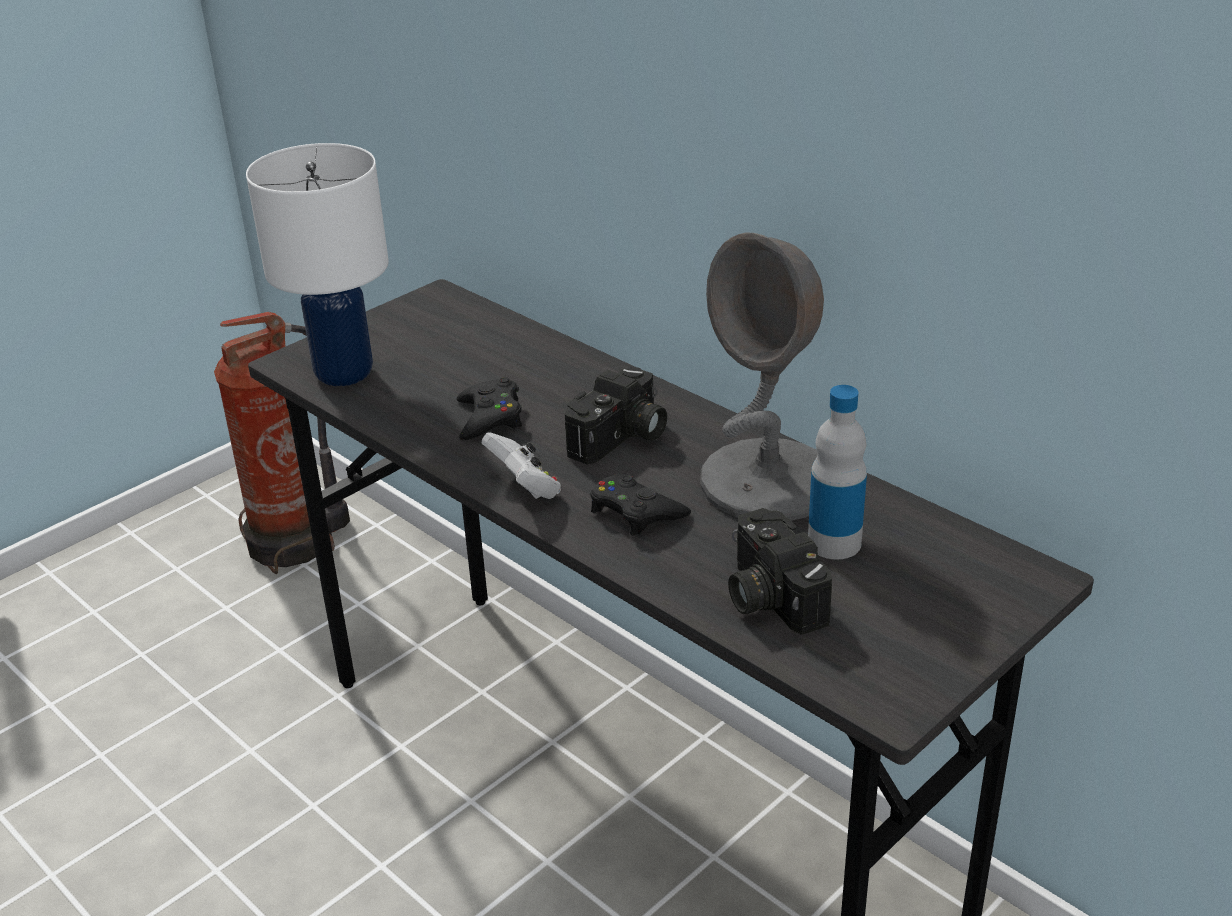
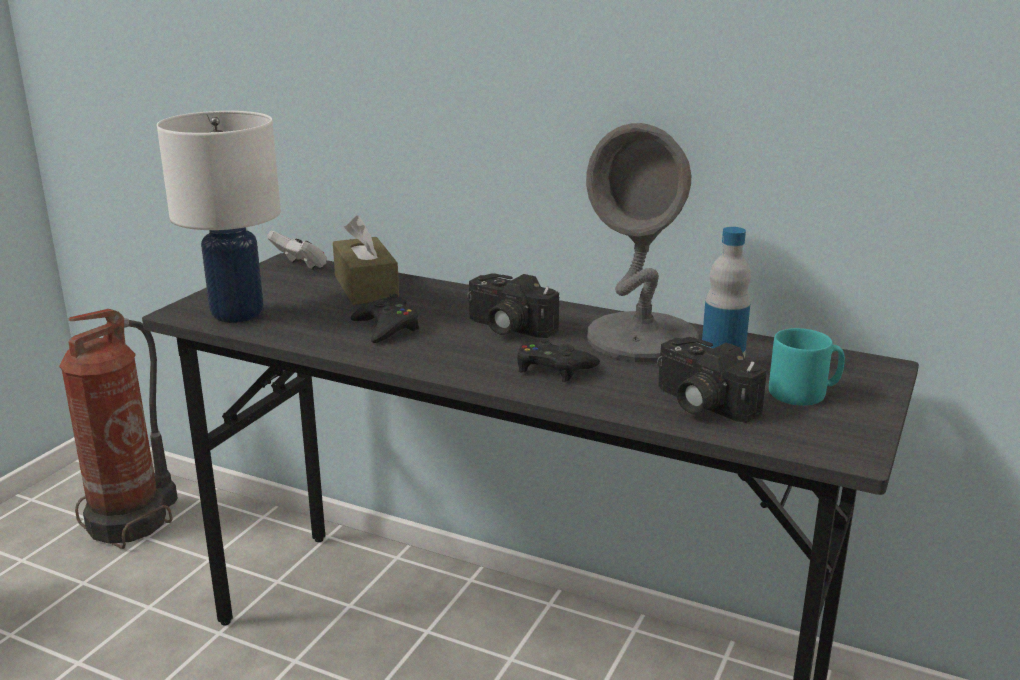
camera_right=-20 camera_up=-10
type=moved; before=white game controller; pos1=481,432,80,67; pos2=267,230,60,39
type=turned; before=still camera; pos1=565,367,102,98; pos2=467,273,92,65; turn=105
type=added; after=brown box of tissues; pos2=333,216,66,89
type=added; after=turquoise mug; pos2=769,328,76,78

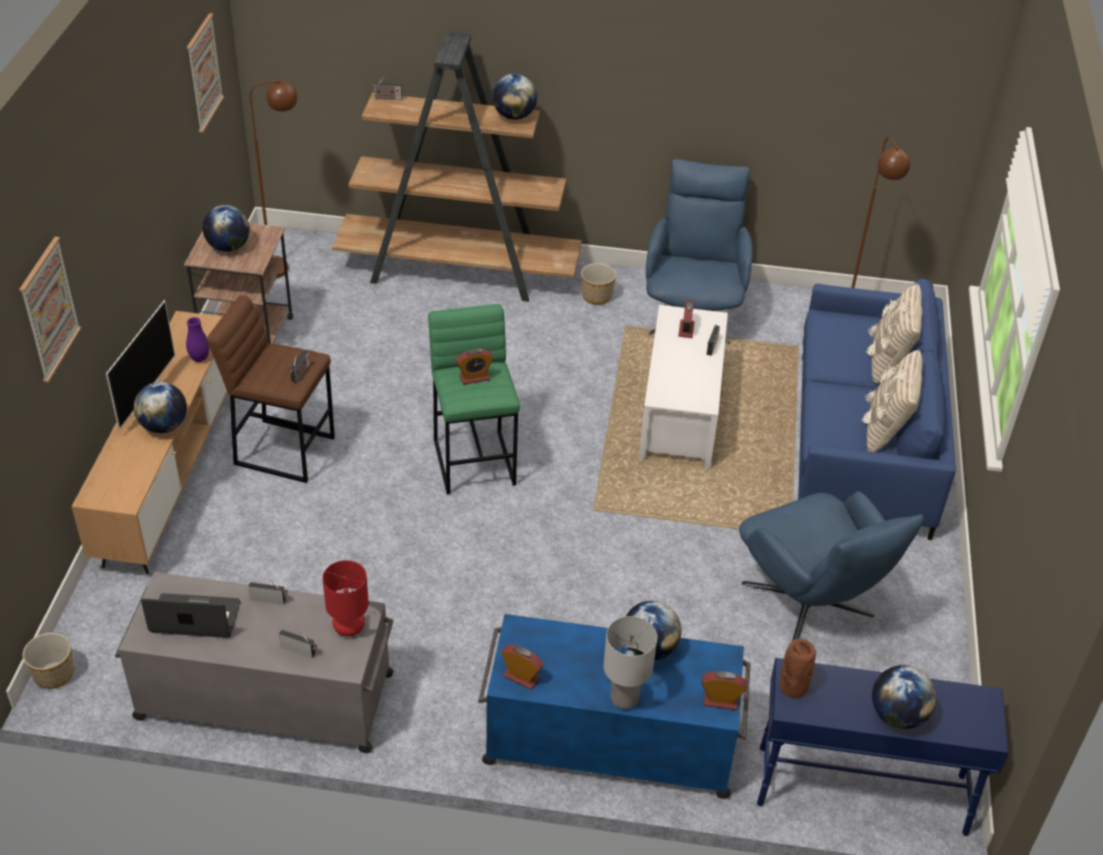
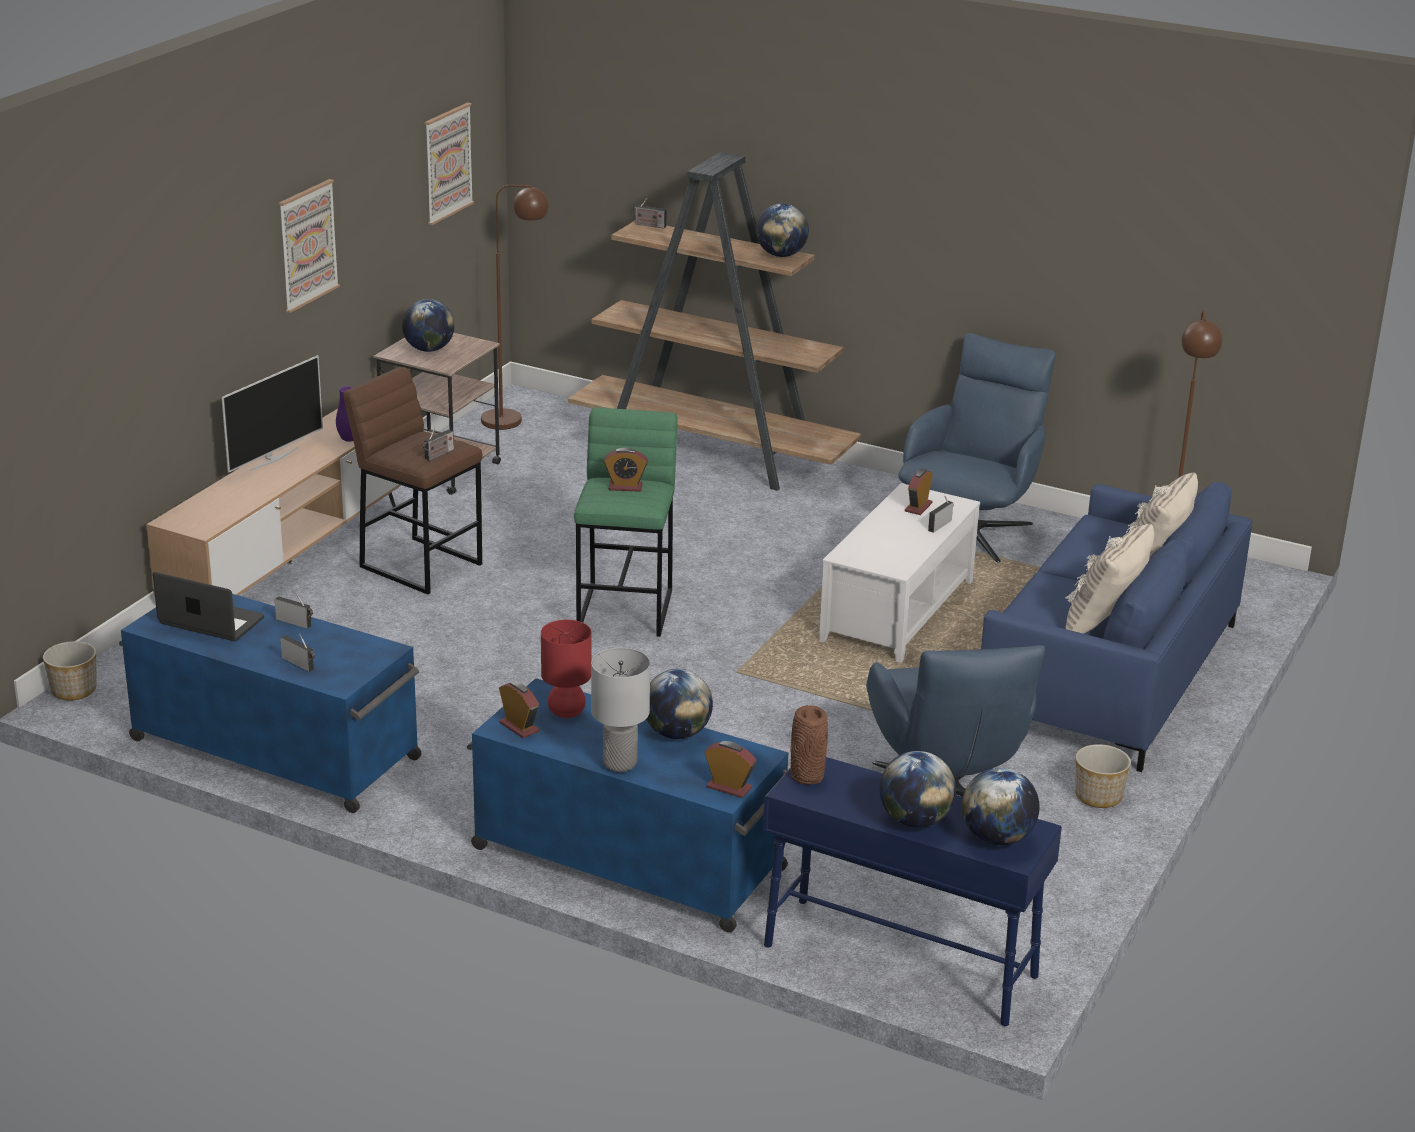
camera_right=20 camera_up=-15
type=moved; before=wall picture; pos1=19,237,62,146; pos2=278,179,62,134
type=recoloured; before=gray storage cabinet; after=blue storage cabinet; pos1=115,572,278,181; pos2=119,594,303,219
type=moved; before=world globe; pos1=134,382,53,51; pos2=962,768,78,77
type=moved; before=red tabletop lamp; pos1=322,560,47,77; pos2=541,620,51,98
type=moved; before=planter; pos1=581,263,35,42; pos2=1075,744,56,64

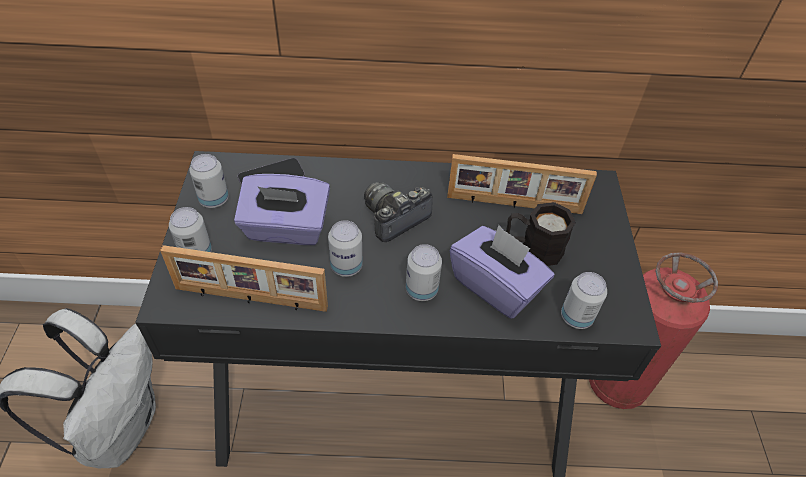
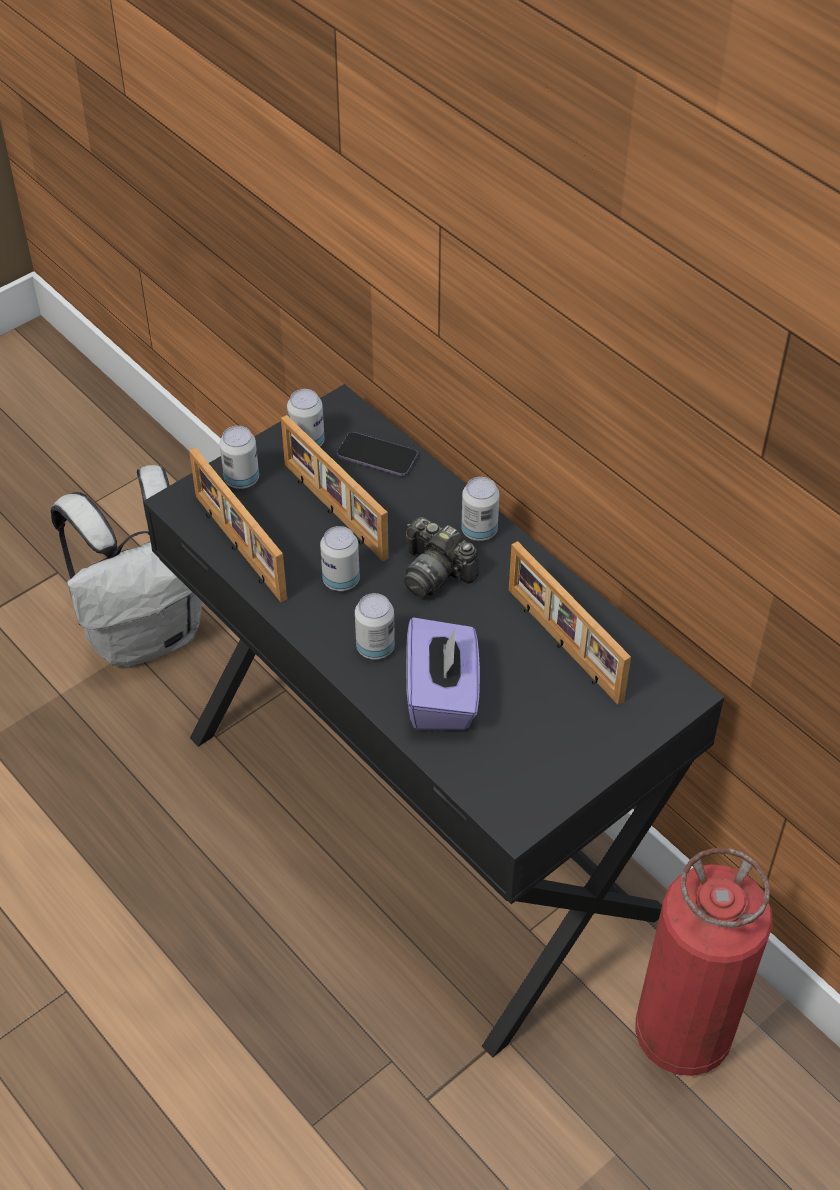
camera_right=50 camera_up=0
type=replaced; before=purplish box of tissues; after=picture frame; pos1=234,174,96,71; pos2=281,415,108,146
type=turned; before=still camera; pos1=364,182,69,61; pos2=404,517,75,81; turn=-150
type=removed; before=black mug; pos1=506,202,70,64
type=moved; before=sealed can; pos1=561,272,46,57; pos2=461,477,38,64

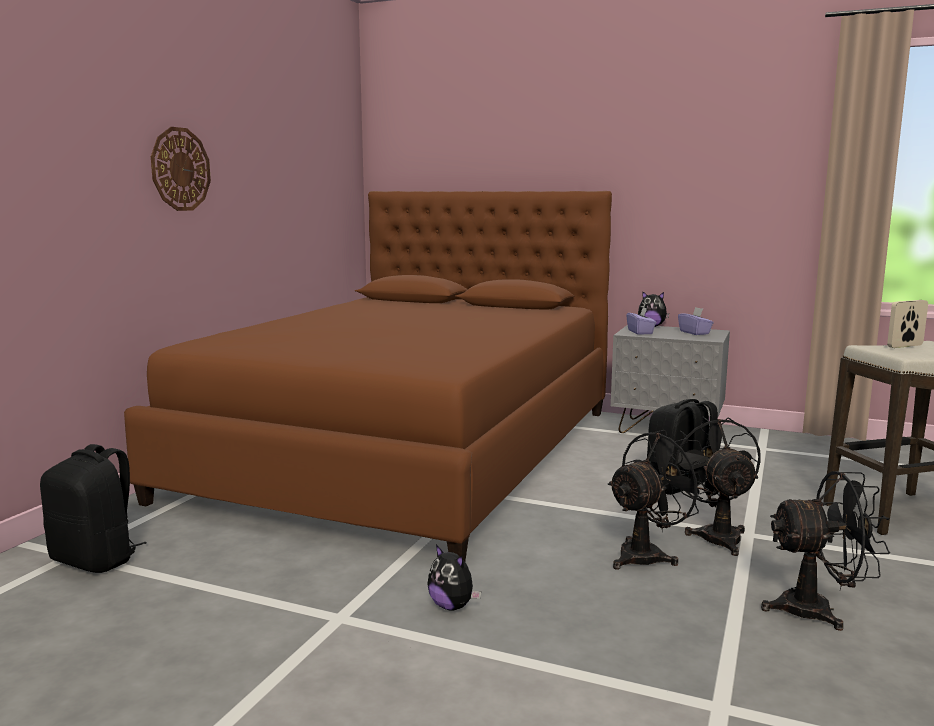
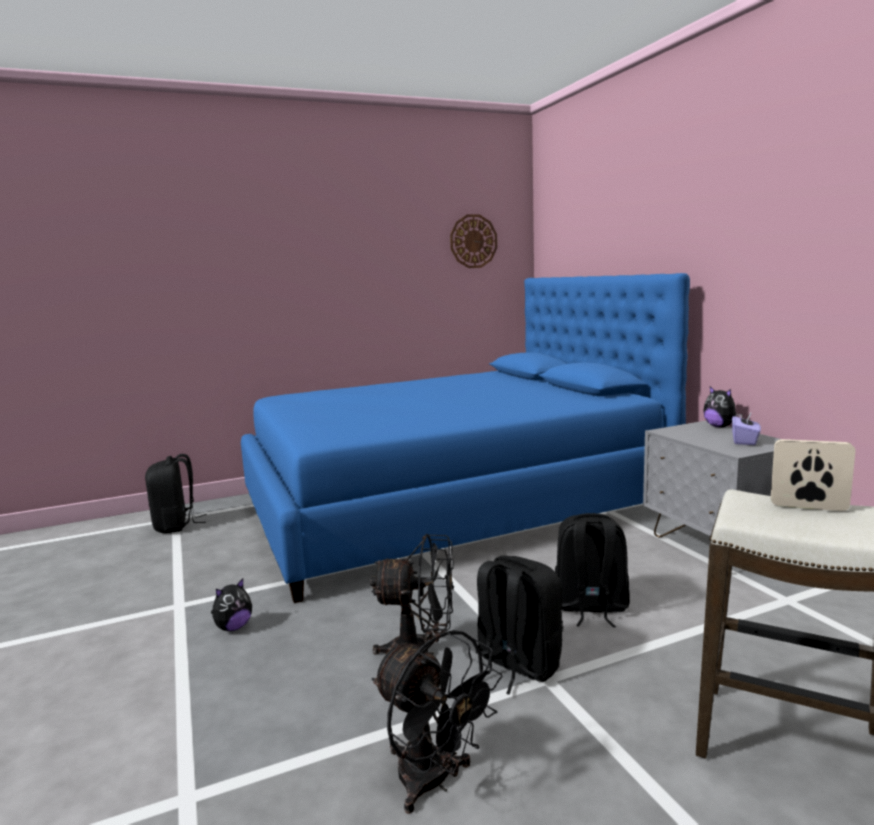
camera_right=45 camera_up=0
type=recoloured; before=brown bedroom bed; after=blue bedroom bed; pos1=124,191,488,370; pos2=241,273,449,330
type=moved; before=wall clock; pos1=151,127,60,84; pos2=450,214,47,54
type=turned; before=cuddly toy; pos1=427,545,54,66; pos2=211,578,41,53; turn=-135
type=removed; before=purplish box of tissues; pos1=626,307,30,28
type=replaced; before=black cooling fan; after=black rucksack; pos1=671,417,90,139; pos2=476,556,87,139

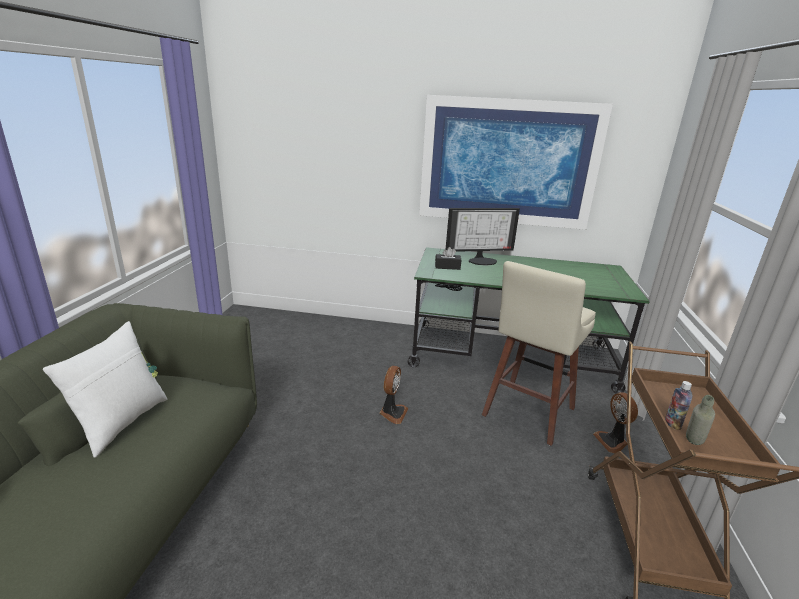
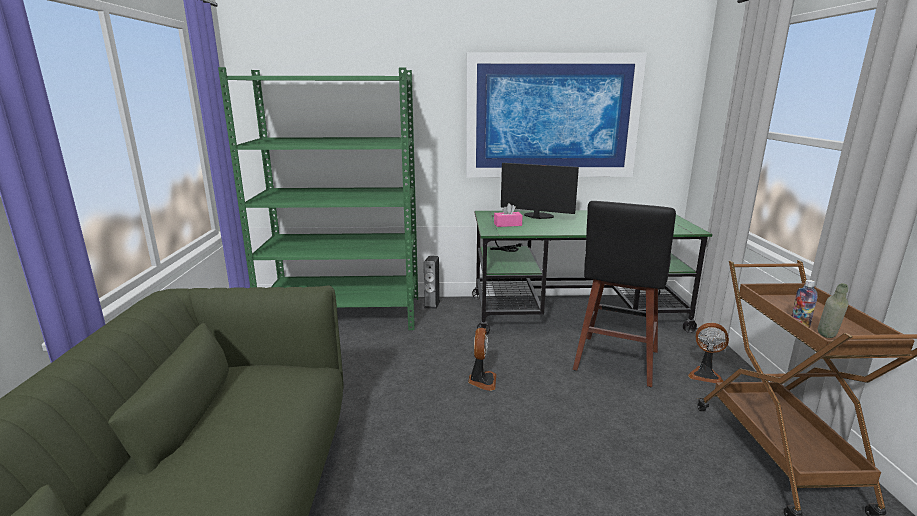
camera_right=-10 camera_up=-5
type=removed; before=white throw pillow; pos1=43,321,124,137
type=recoloured; before=black box of tissues; after=pink box of tissues; pos1=435,247,26,23; pos2=494,203,29,24
type=turned; before=computer screen; pos1=446,208,74,57; pos2=501,163,78,56; turn=-135
type=recoloured; before=sand-coloured sitting stool; after=black sitting stool; pos1=482,261,114,185; pos2=573,201,103,186
type=turned; before=cooling fan; pos1=593,392,45,61; pos2=688,323,41,60; turn=-45
type=added; after=green-coloured shelving unit; pos2=218,67,200,263
type=added; after=speaker; pos2=424,256,17,53

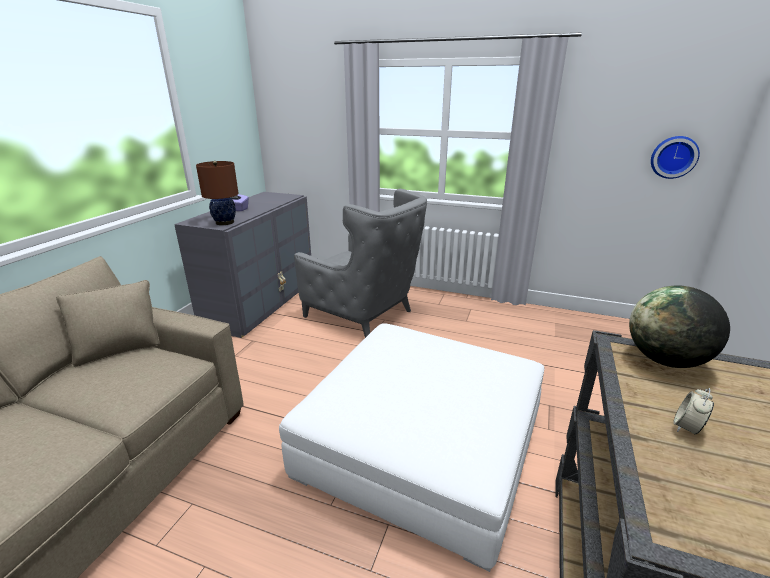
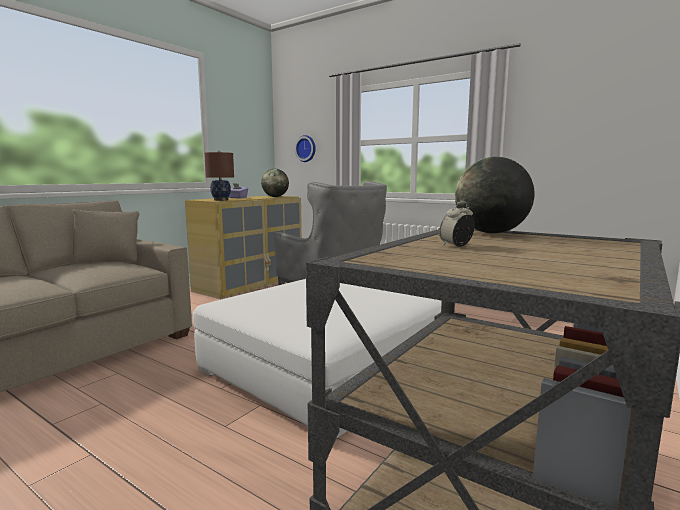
camera_right=15 camera_up=-15
type=recoloured; before=gray storage cabinet; after=yellow storage cabinet; pos1=174,192,137,146; pos2=185,196,117,103
type=moved; before=wall clock; pos1=651,136,49,43; pos2=295,135,21,27
type=added; after=world globe; pos2=261,169,28,28

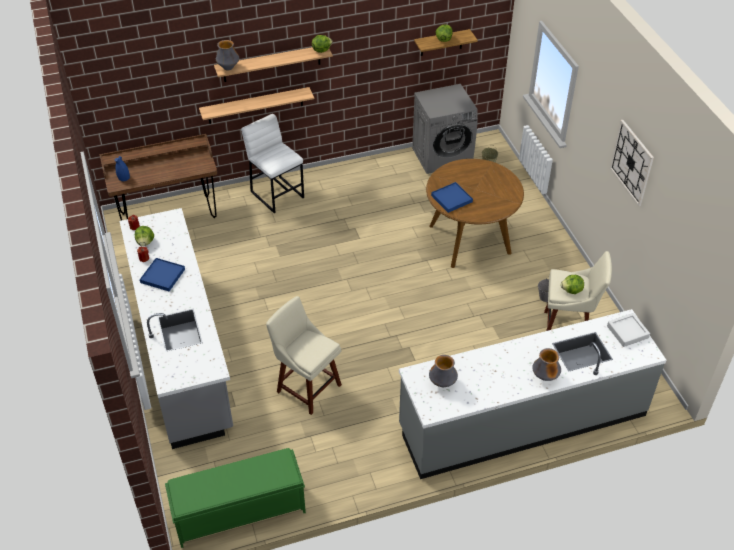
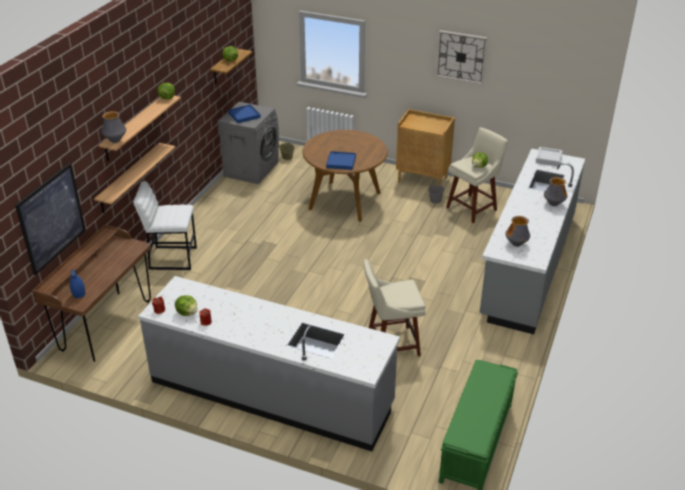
camera_right=-50 camera_up=-10
type=moved; before=blue serving tray; pos1=140,258,45,33; pos2=228,105,33,18
type=added; after=wall picture; pos2=15,163,71,112
type=added; after=brown storage cabinet; pos2=396,109,59,77

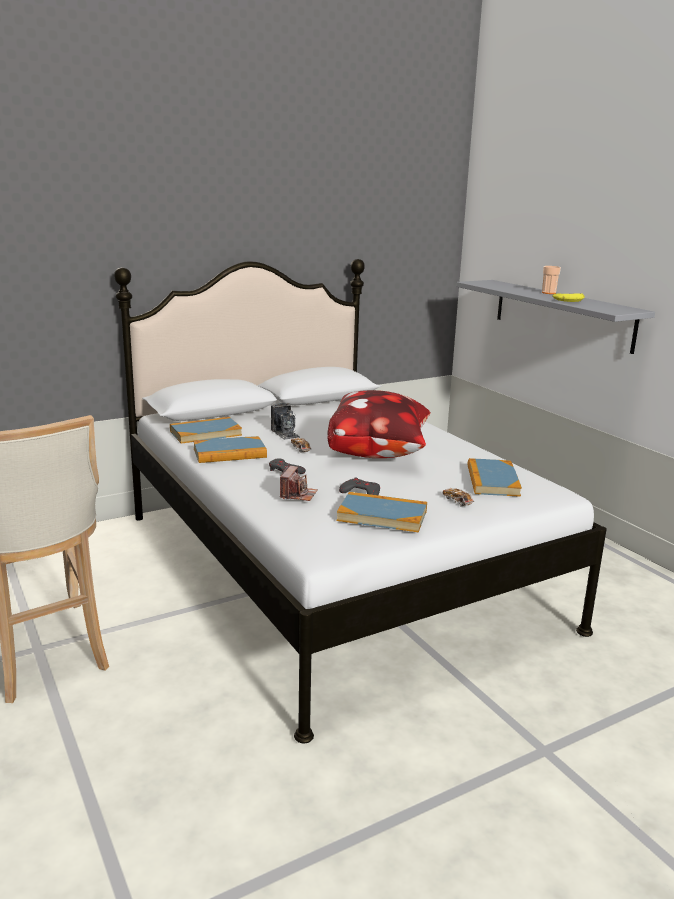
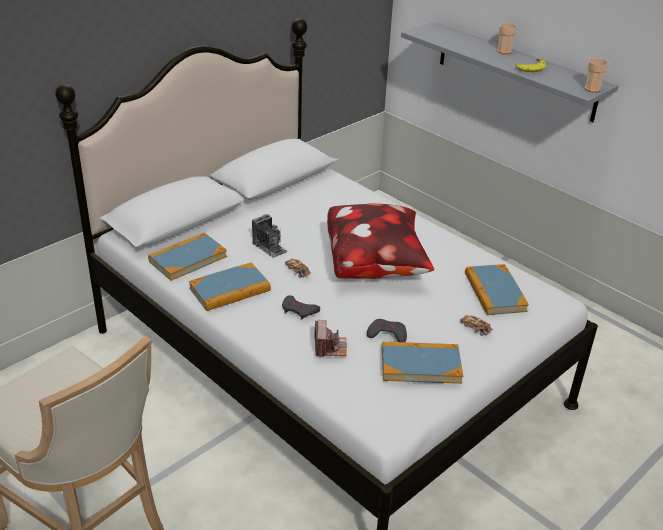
camera_right=-15 camera_up=15
type=added; after=cup; pos2=585,58,23,35

